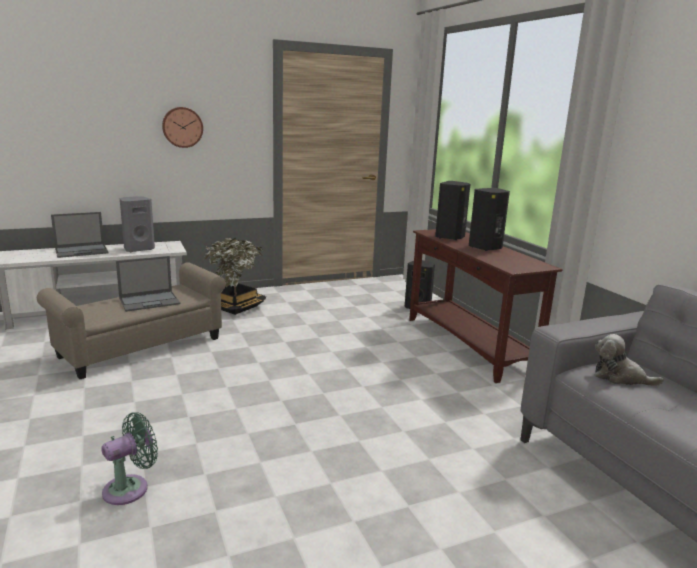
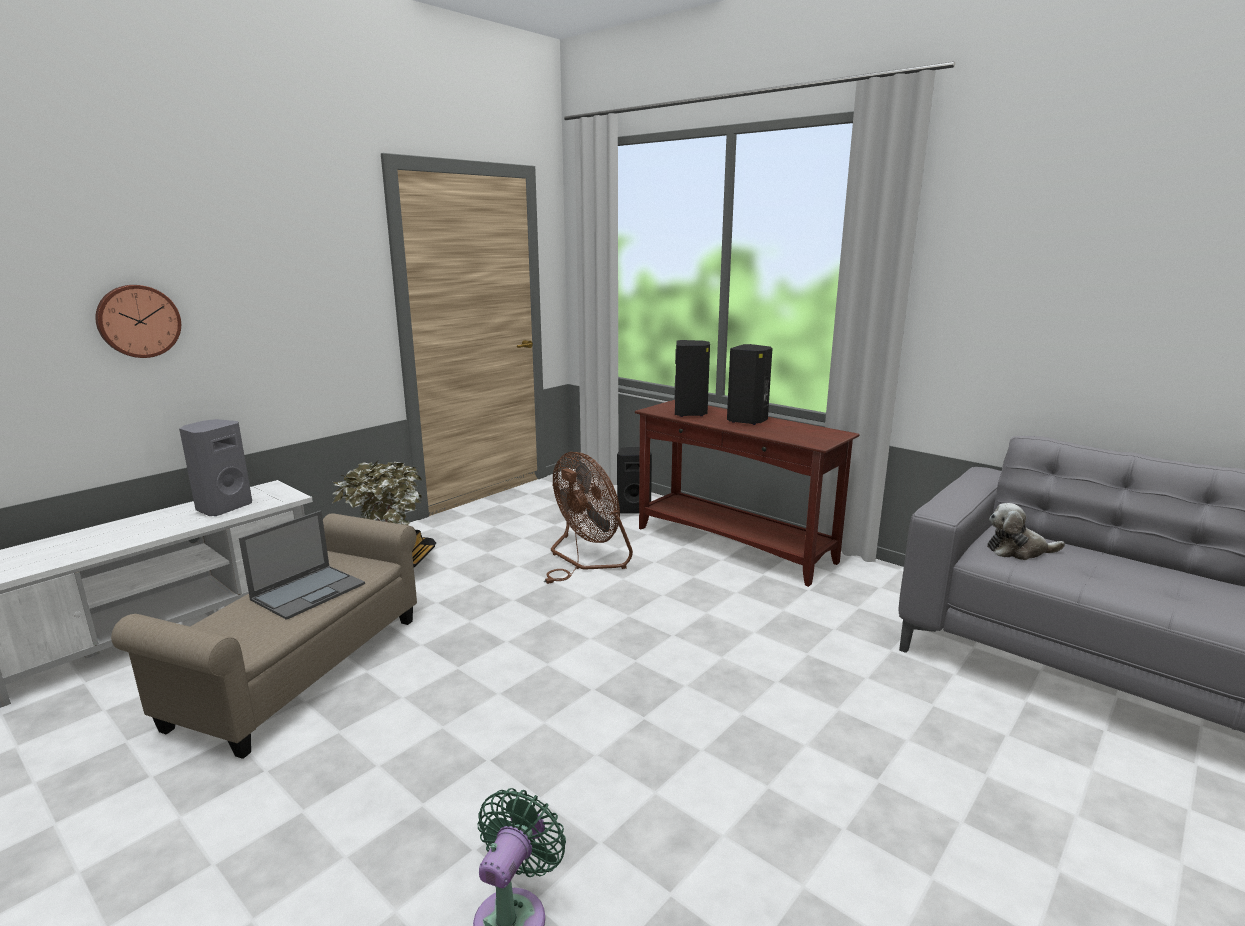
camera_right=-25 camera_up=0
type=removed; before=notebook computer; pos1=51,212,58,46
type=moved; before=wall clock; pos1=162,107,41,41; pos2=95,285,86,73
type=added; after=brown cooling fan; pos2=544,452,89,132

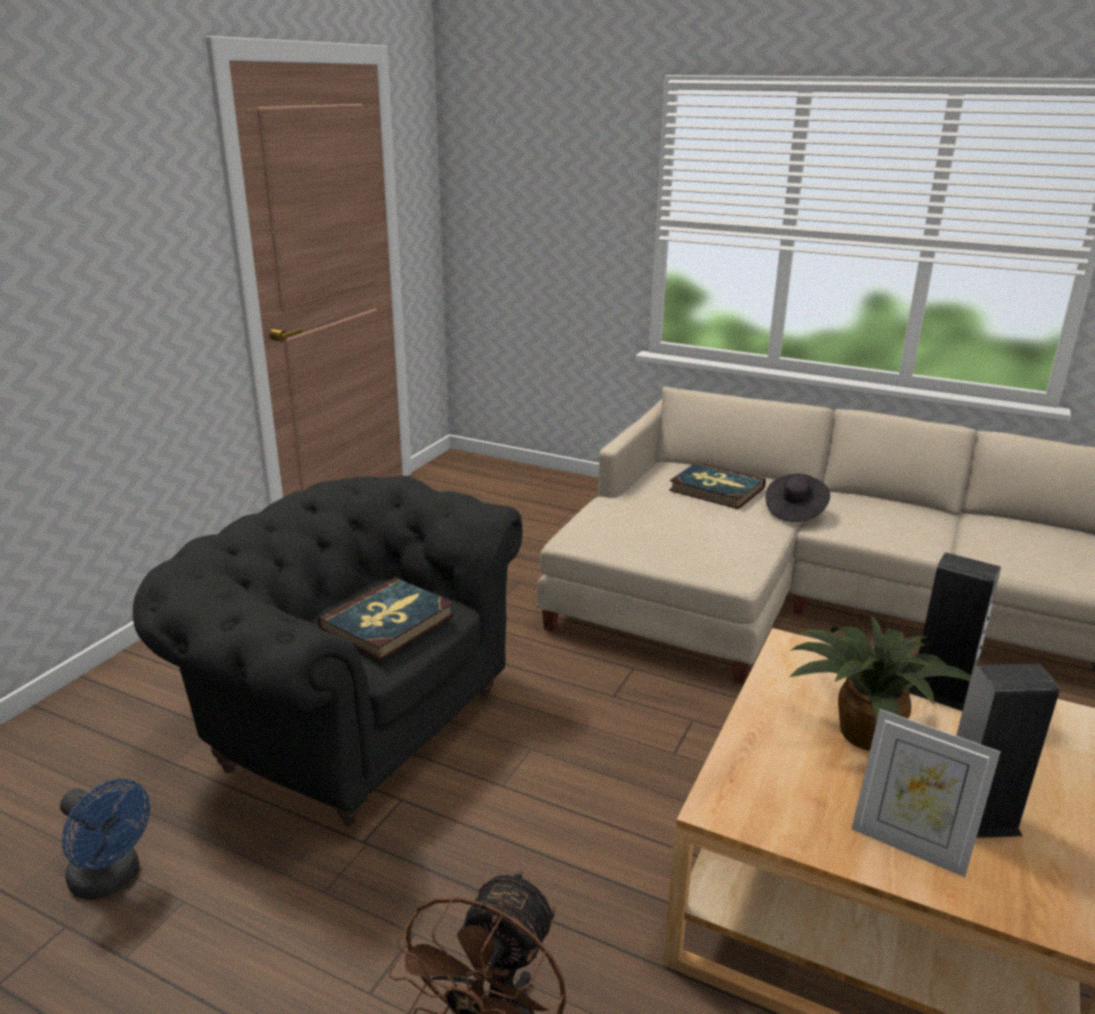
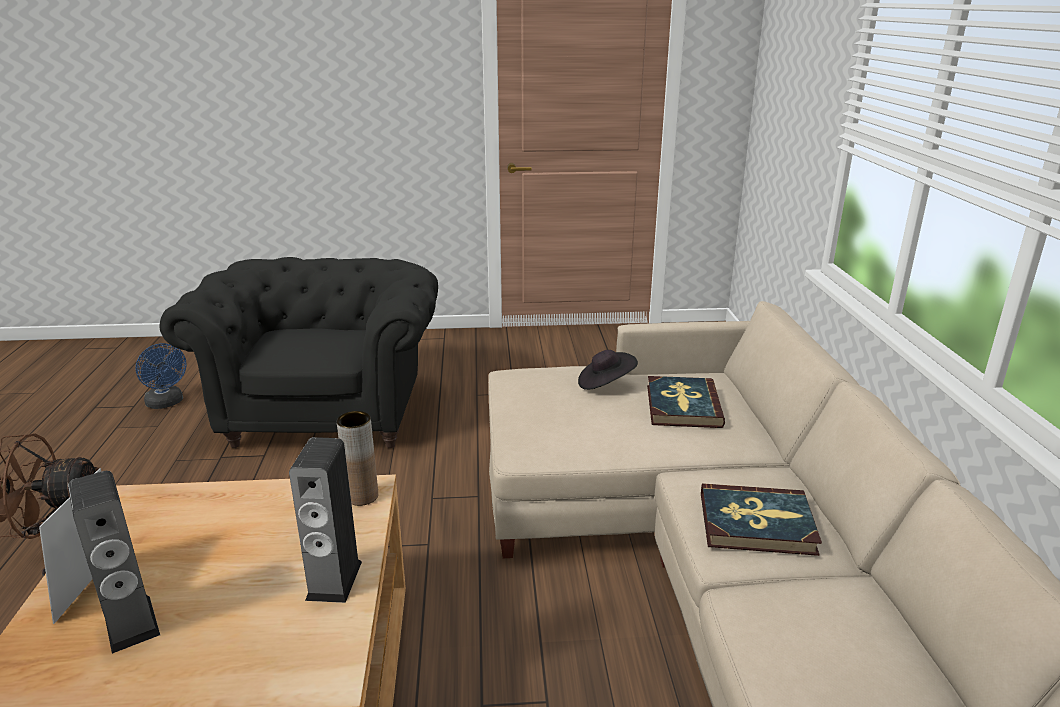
camera_right=60 camera_up=0
type=turned; before=blue cooling fan; pos1=60,779,90,121; pos2=135,343,52,66; turn=-45
type=moved; before=book; pos1=318,577,136,84; pos2=701,483,121,73
type=moved; before=black wearable hat; pos1=766,474,64,48; pos2=578,350,60,40
type=removed; before=plant in a pot; pos1=789,616,182,135
type=added; after=brown vase; pos2=337,411,41,95

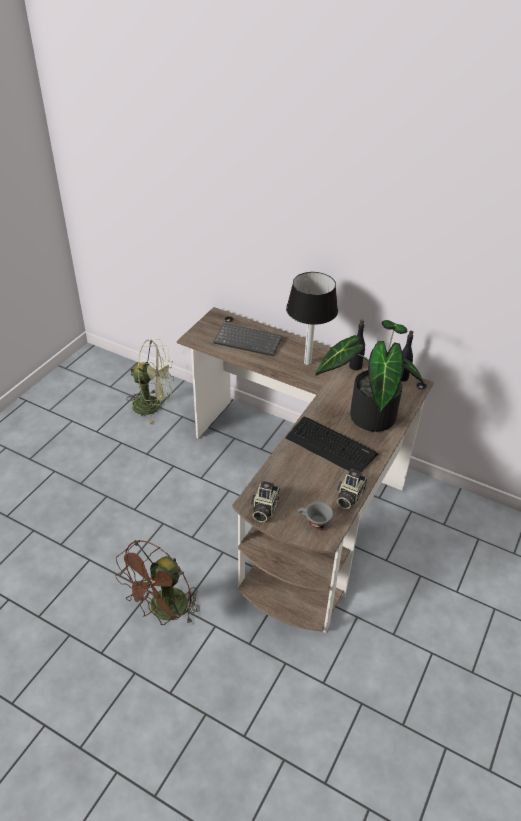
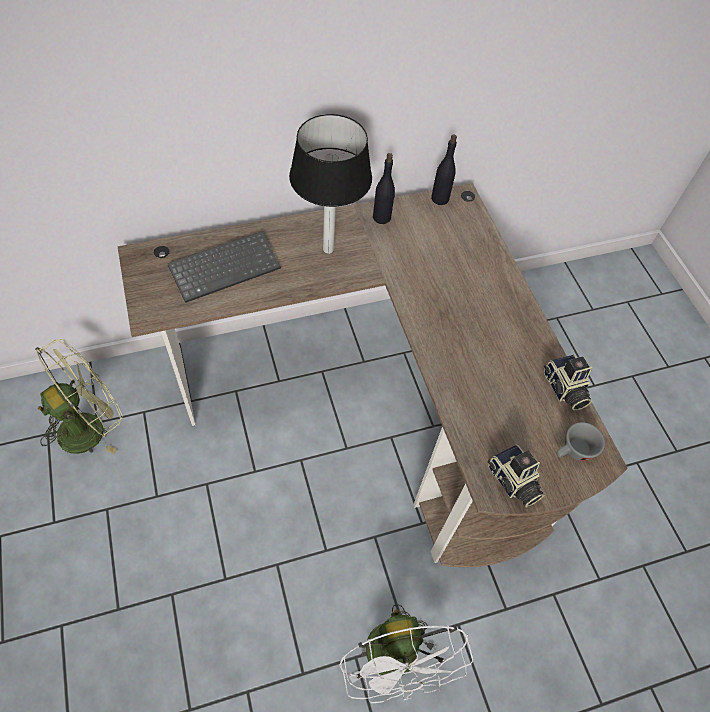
camera_right=-50 camera_up=15
type=recoloured; before=brown cooling fan; after=white cooling fan; pos1=115,540,85,85; pos2=339,604,134,99
type=removed; before=computer keyboard; pos1=285,416,93,56
type=removed; before=plant in a pot; pos1=315,320,109,112

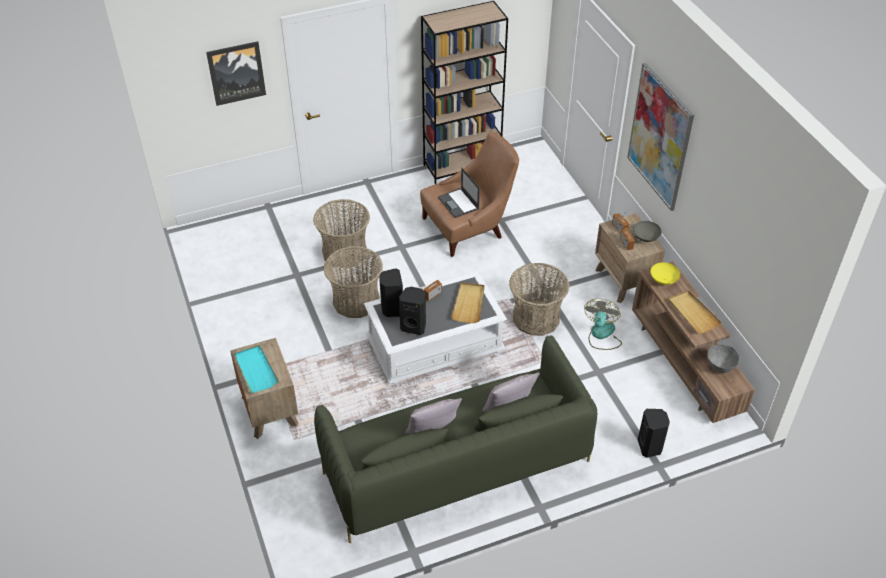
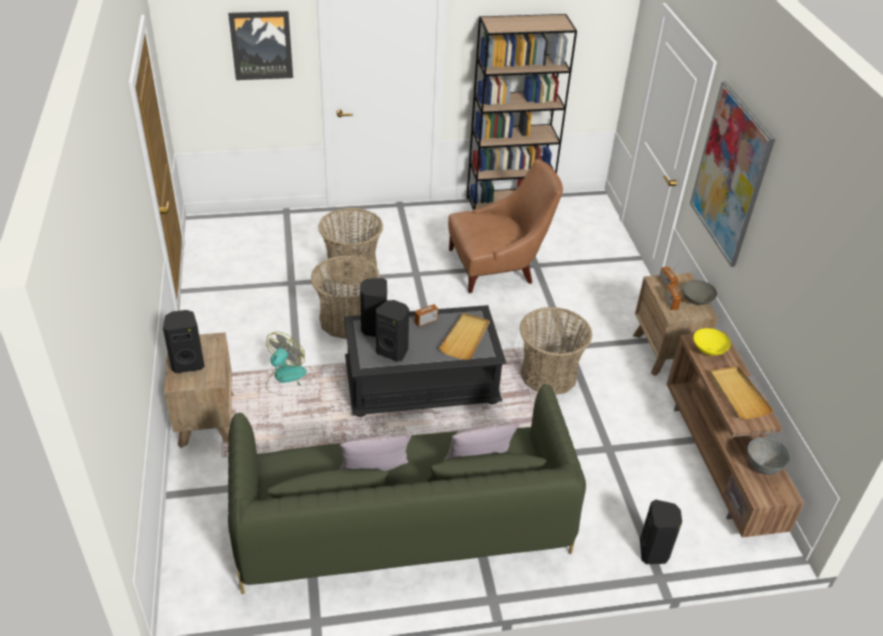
camera_right=10 camera_up=-5
type=replaced; before=turquoise serving tray; after=black speaker; pos1=235,345,44,48; pos2=163,310,42,63
type=recoloured; before=white lounge table; after=black lounge table; pos1=364,271,143,113; pos2=344,305,162,112
type=removed; before=notebook computer; pos1=438,168,42,50
type=moved; before=cooling fan; pos1=584,299,38,51; pos2=266,332,41,63

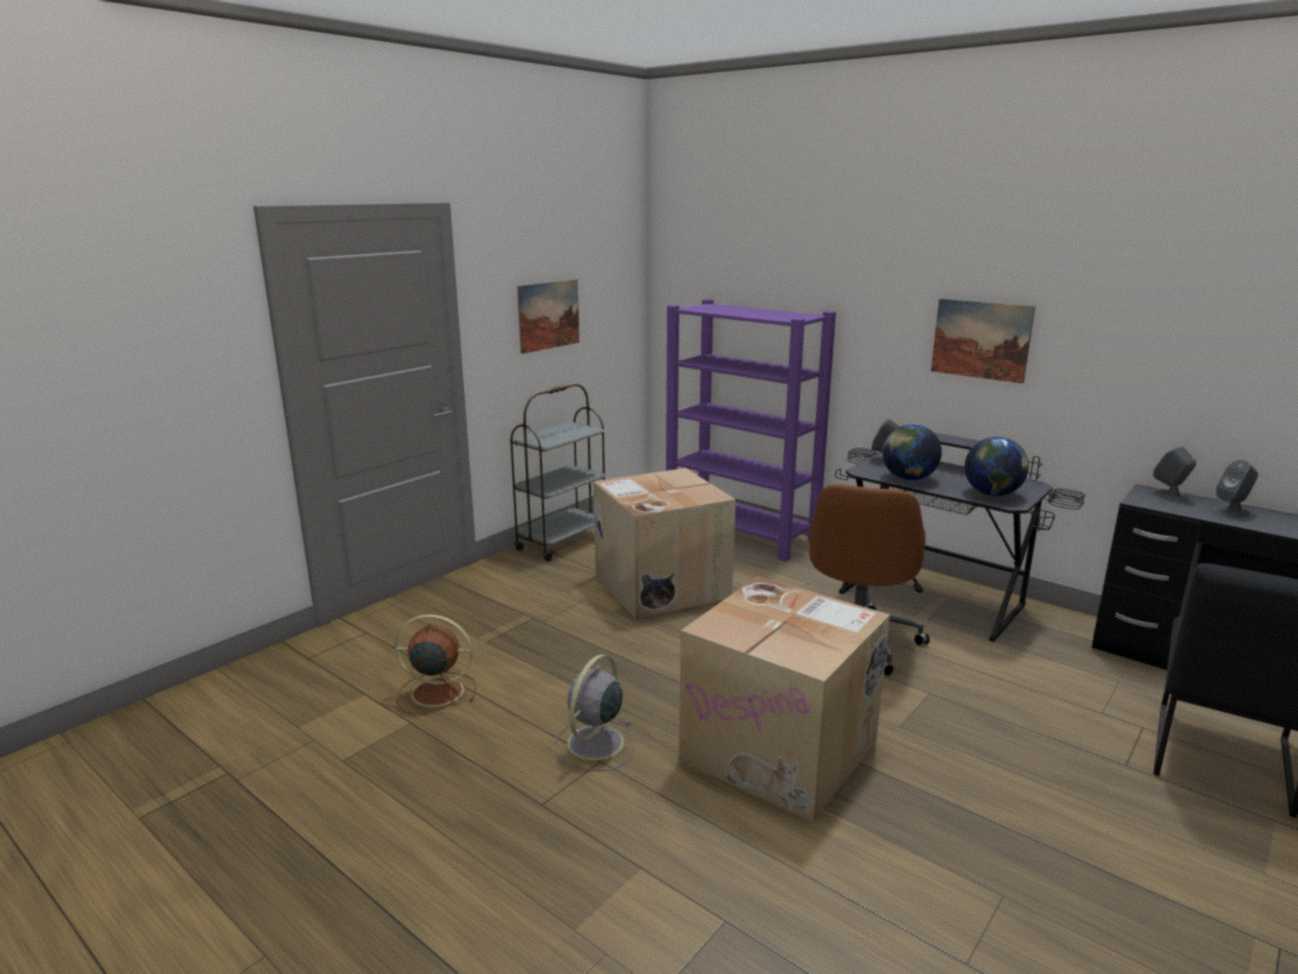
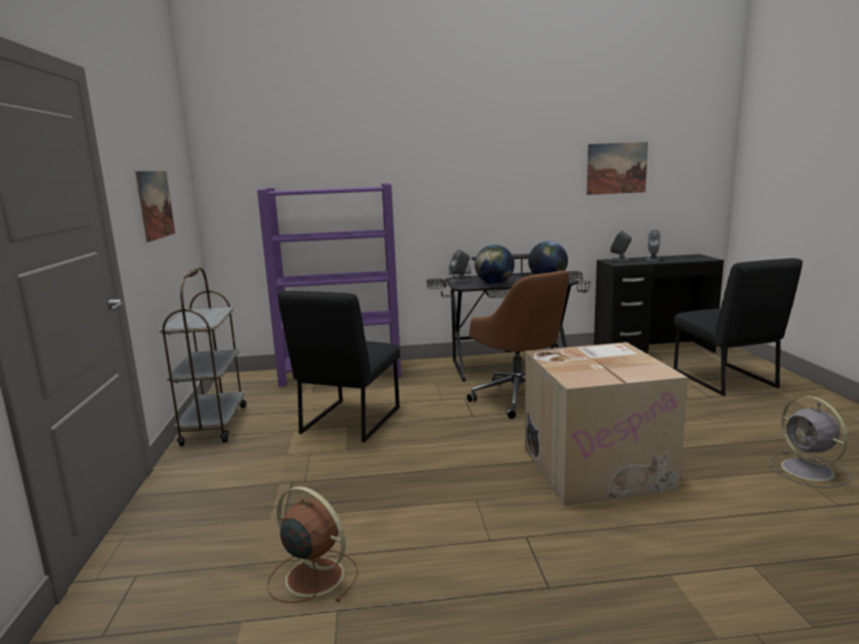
camera_right=-45 camera_up=-5
type=turned; before=brown cooling fan; pos1=395,614,81,100; pos2=267,486,91,117; turn=75
type=moved; before=gray cooling fan; pos1=553,654,80,117; pos2=769,396,82,92
type=replaced; before=cardboard box; after=black plain chair; pos1=593,468,143,151; pos2=278,291,122,151
type=moved; before=wall picture; pos1=931,299,105,85; pos2=587,142,61,53

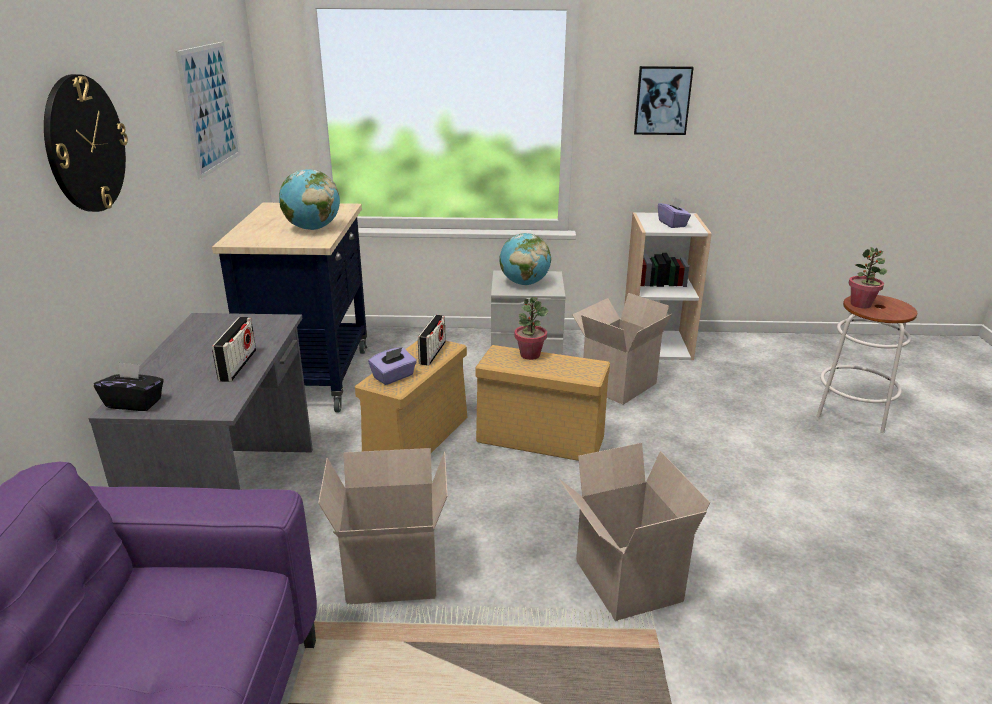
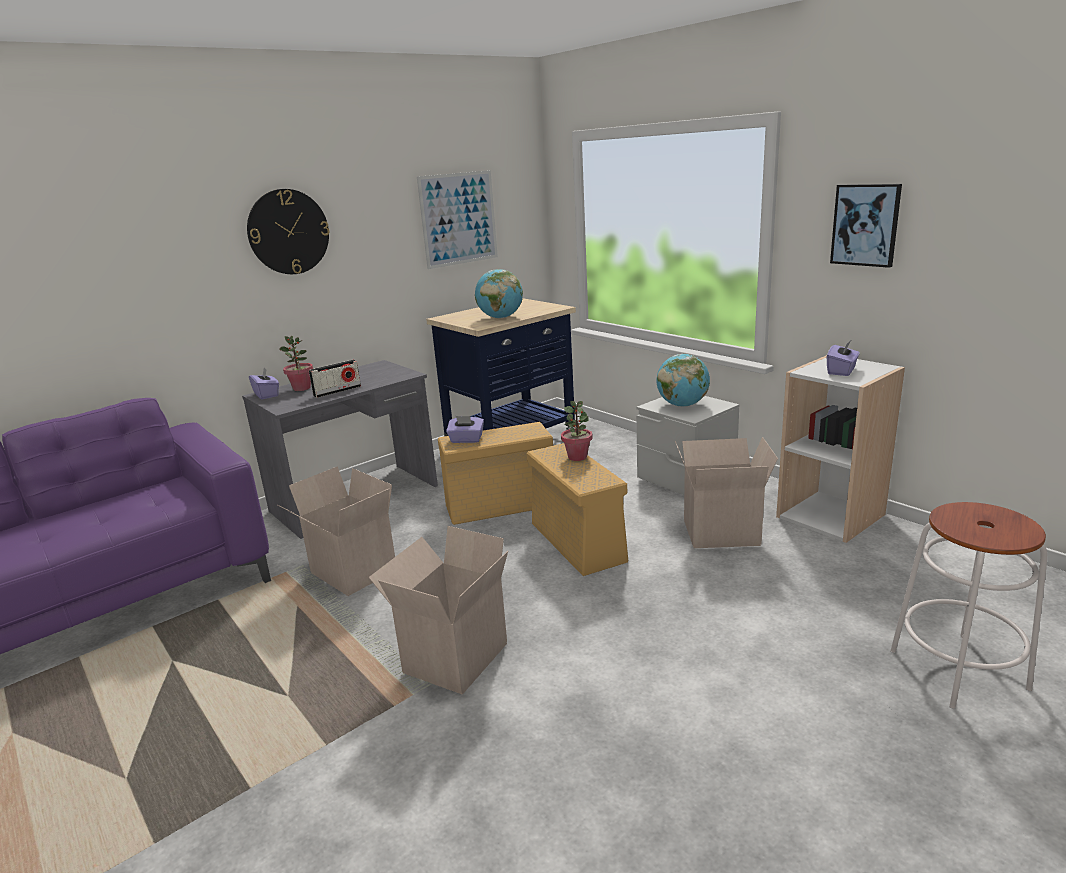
camera_right=50 camera_up=-5
type=recoloured; before=black box of tissues; after=purplish box of tissues; pos1=94,362,70,49; pos2=249,368,30,32
type=removed; before=radio receiver; pos1=418,315,28,51
type=moved; before=plant in a pot; pos1=849,247,38,62; pos2=279,336,34,55

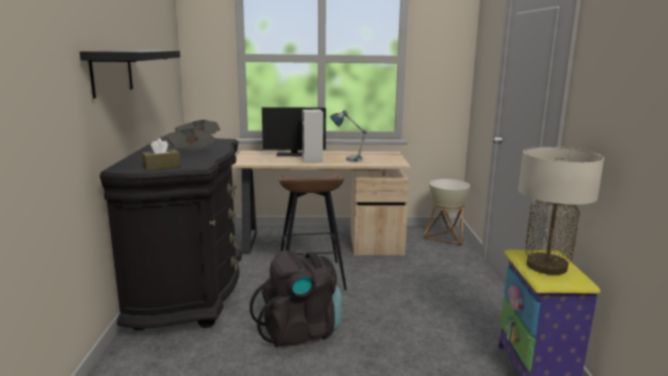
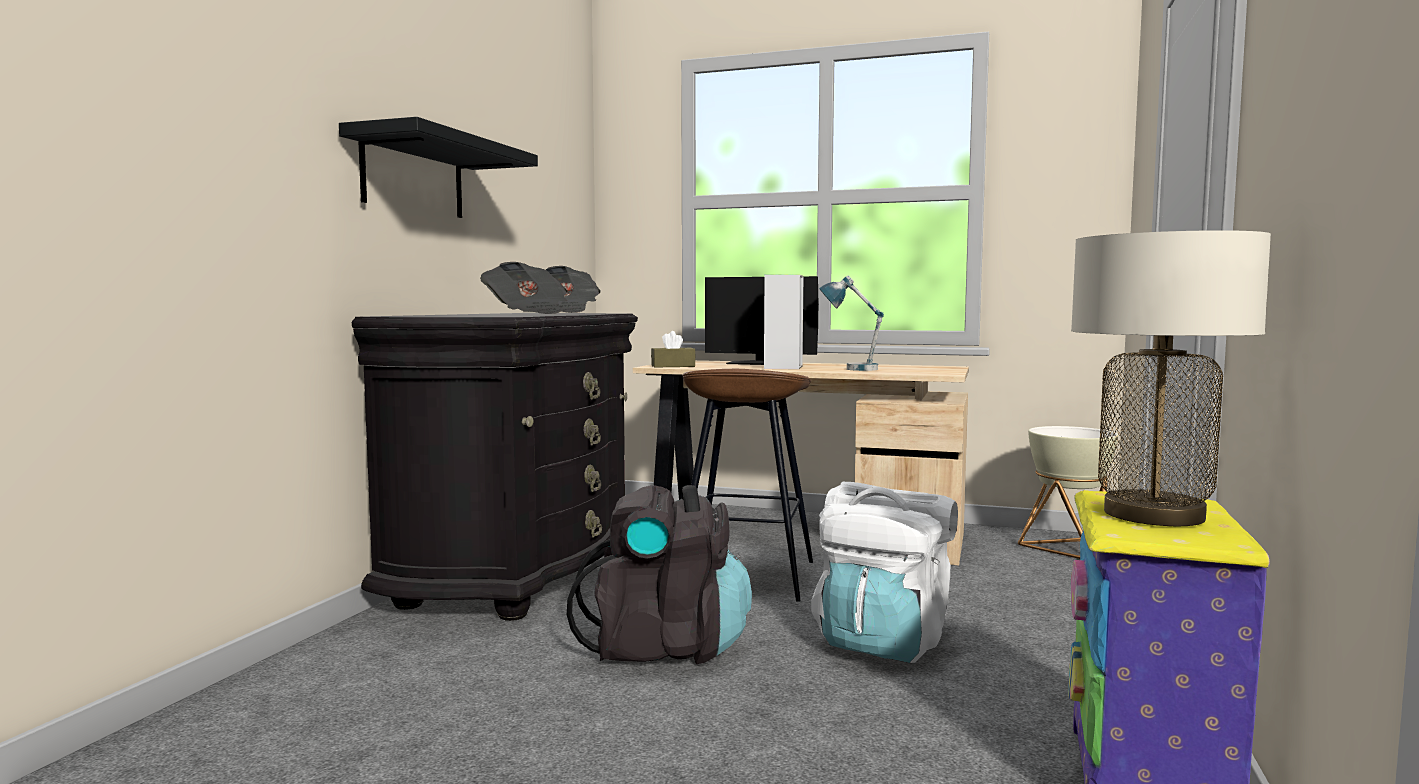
camera_right=20 camera_up=-10
type=moved; before=brown box of tissues; pos1=142,138,39,32; pos2=651,331,44,37
type=added; after=white rucksack; pos2=811,482,147,181

